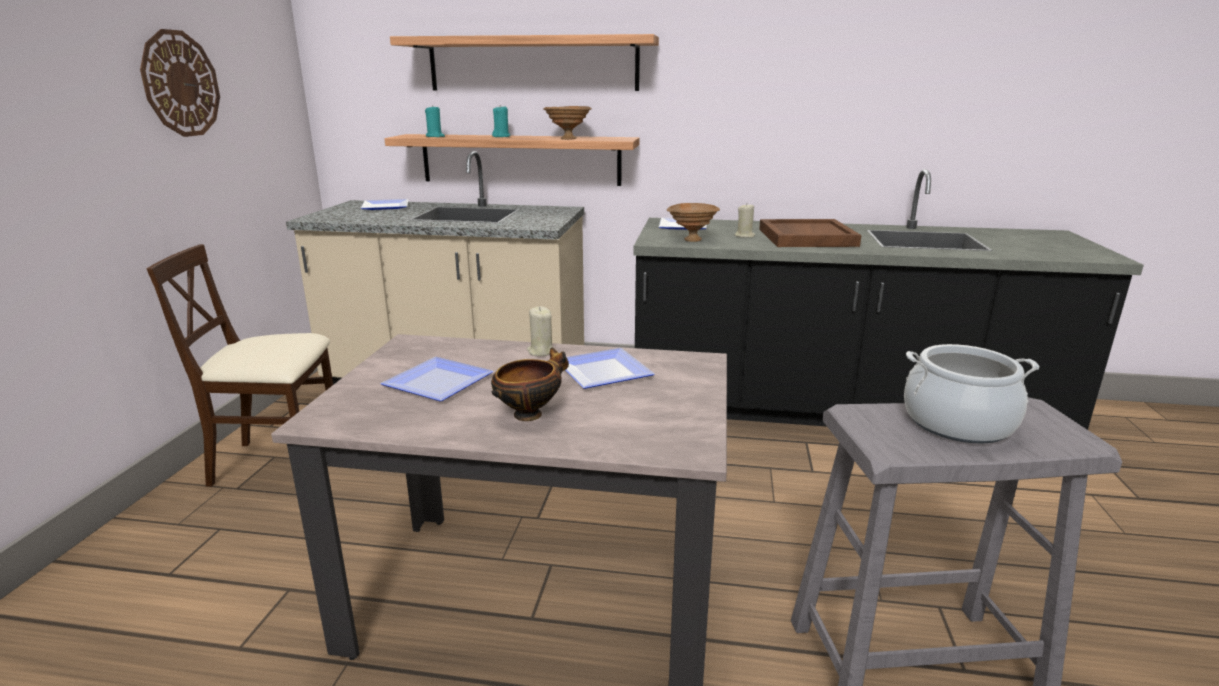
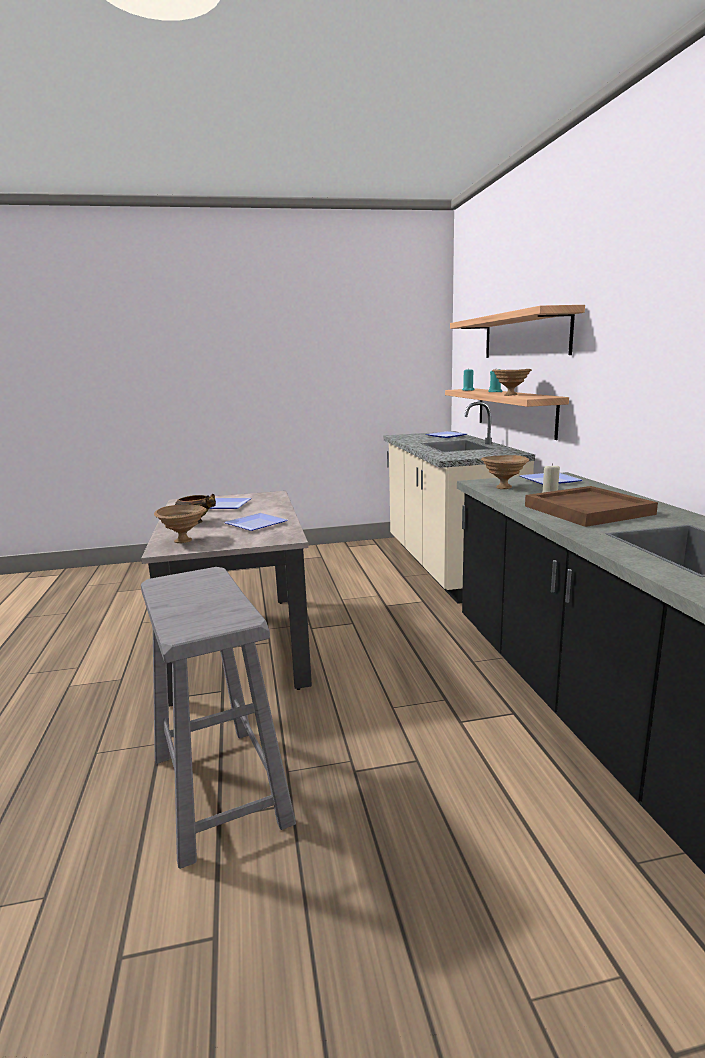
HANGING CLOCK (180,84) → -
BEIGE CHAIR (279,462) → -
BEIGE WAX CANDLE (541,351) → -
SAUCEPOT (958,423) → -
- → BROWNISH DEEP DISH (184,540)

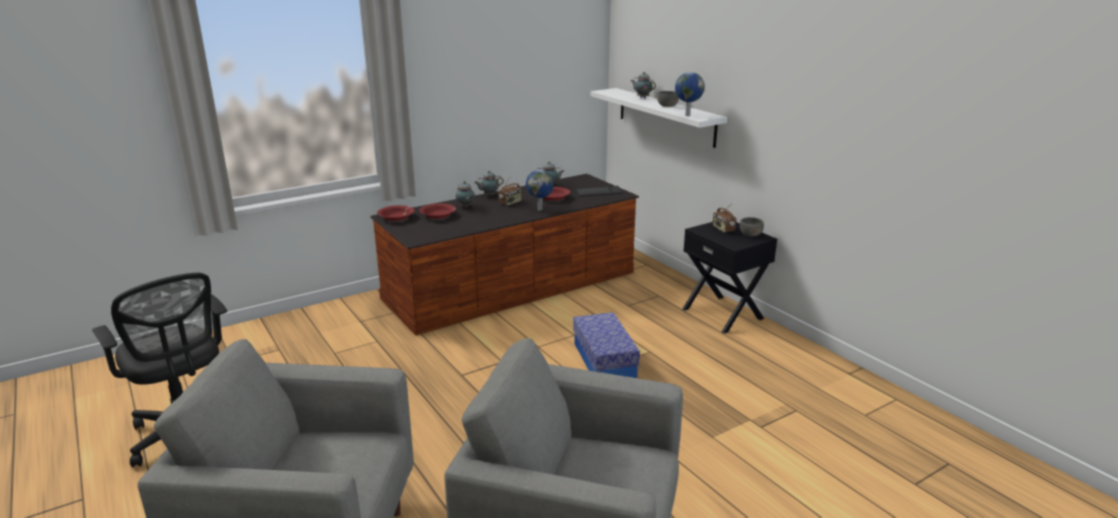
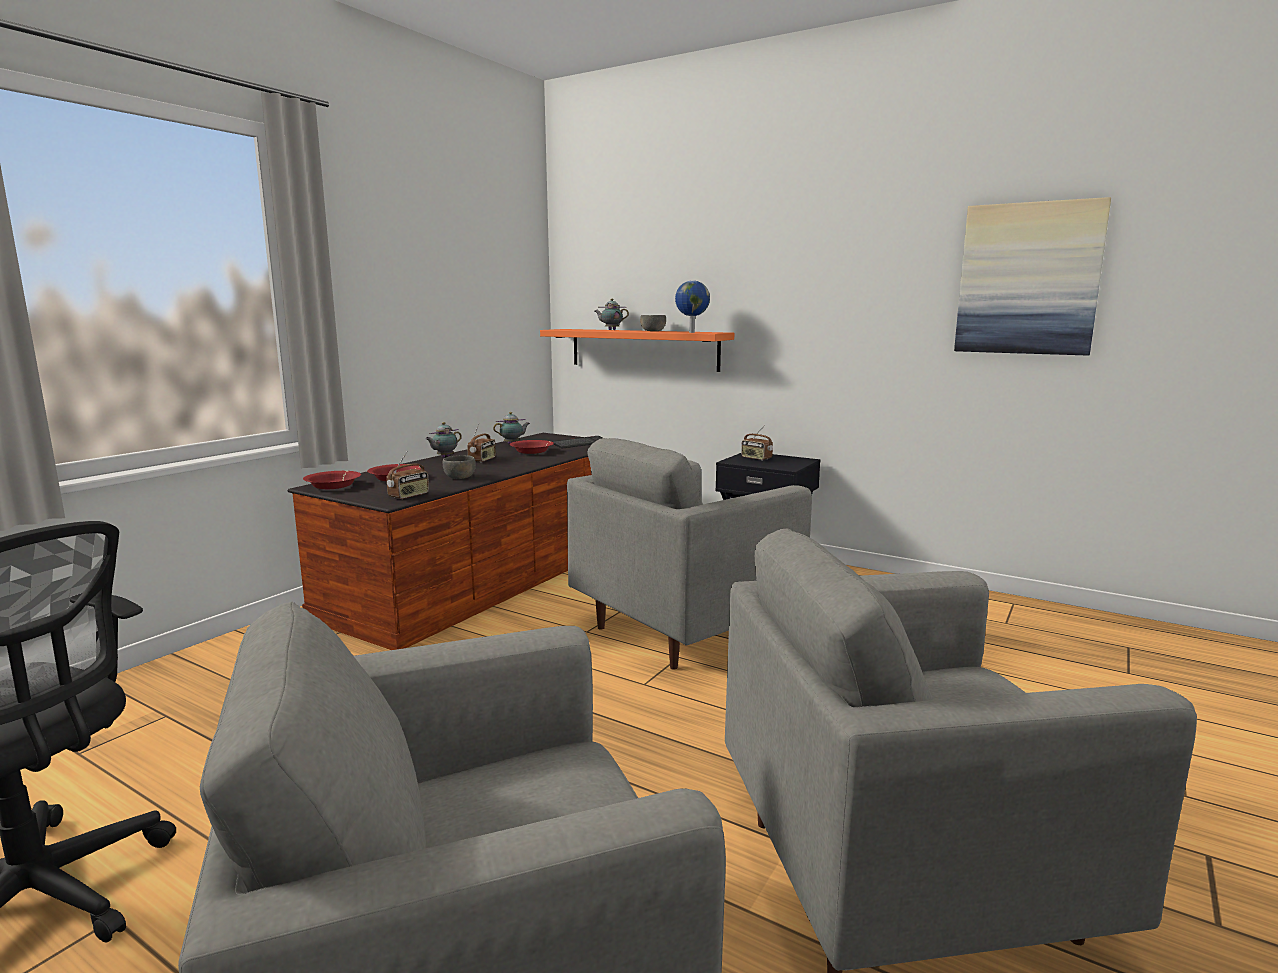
WHITISH WALL SHELF (666,116) → ORANGE-COLOURED WALL SHELF (643,349)
WORLD GLOBE (540,209) → -
TEA POT (466,207) → -
GRAY DEEP DISH (750,234) → GRAY DEEP DISH (460,477), relocated
STORAGE BIN (604,360) → GRAY ARMCHAIR (684,629)
- → WALL ART (1028,279)
- → RADIO SET (409,496)

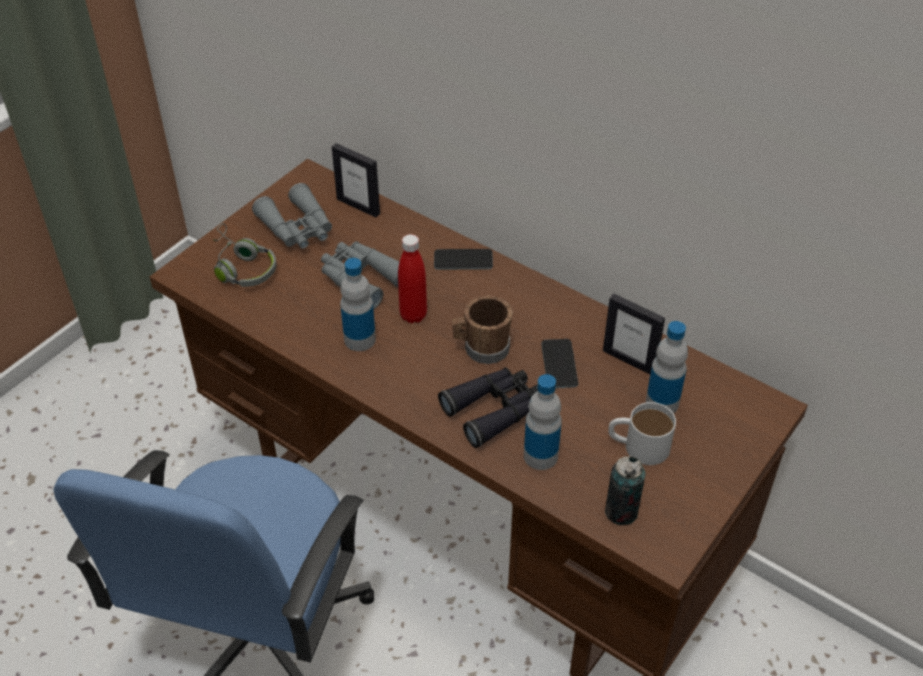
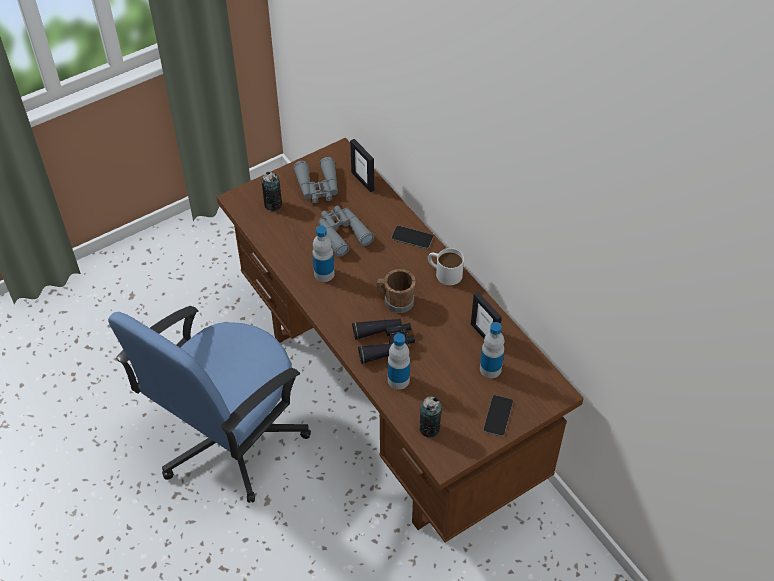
GRAY PAIR OF HEADPHONES (241,267) → CAN (273,205)
REDDISH BEVERAGE BOTTLE (413,315) → -
PHONE (559,364) → PHONE (498,416), relocated
WHITISH TEA MUG (638,446) → WHITISH TEA MUG (444,272), relocated

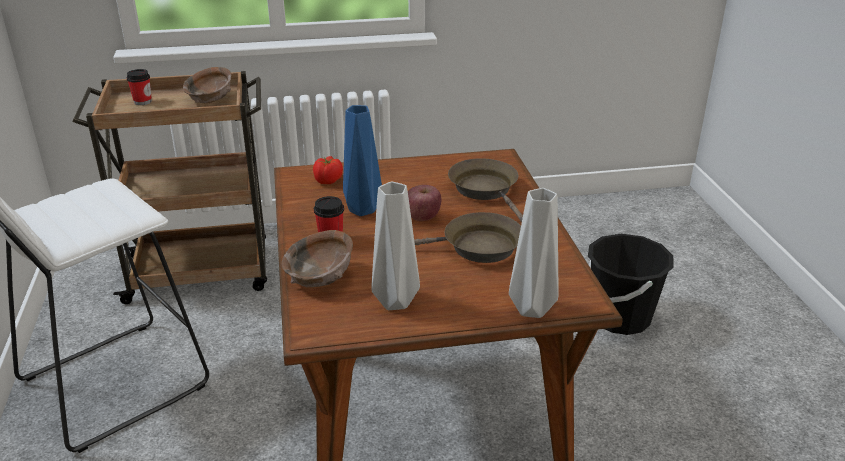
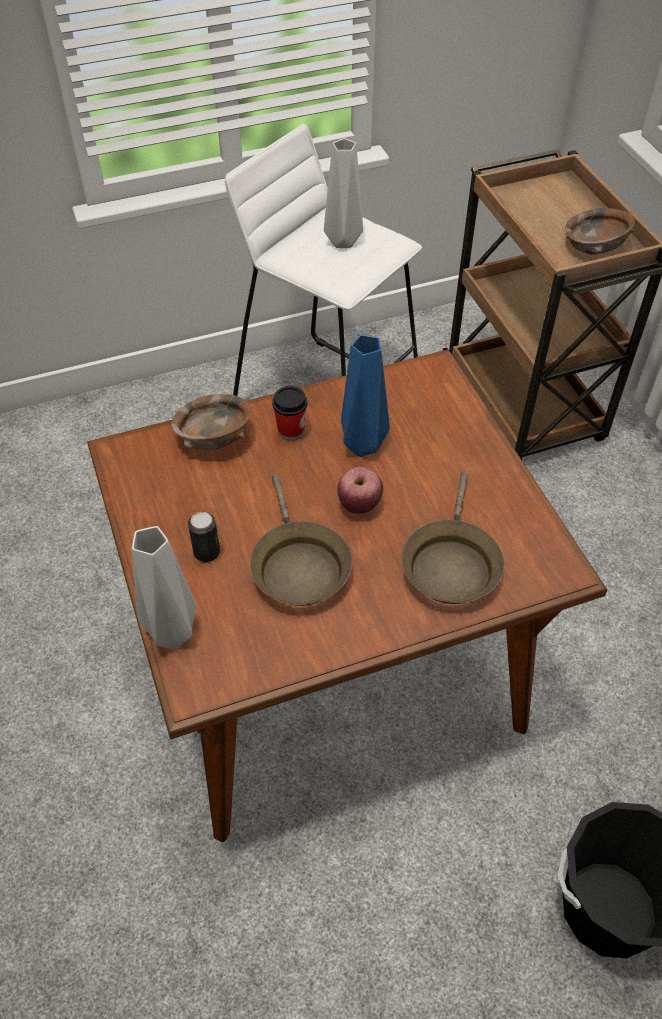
CUP (143,102) → -
WHOLE TOMATO (328,181) → -
BROWNISH FRYING PAN (486,190) → BROWNISH FRYING PAN (450,564), 135 degrees clockwise
GRAY FLOWER VASE (393,302) → GRAY FLOWER VASE (342,241), relocated
- → CAN (206,552)

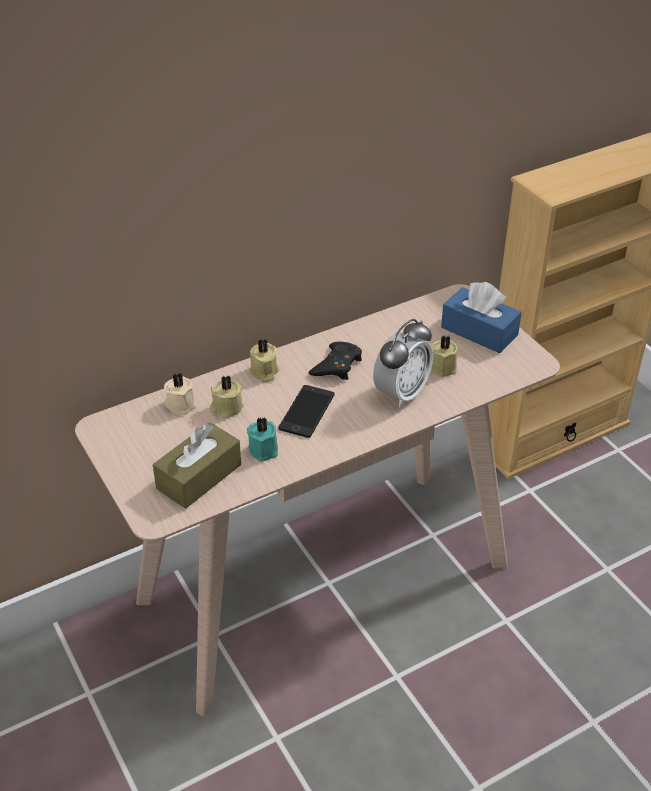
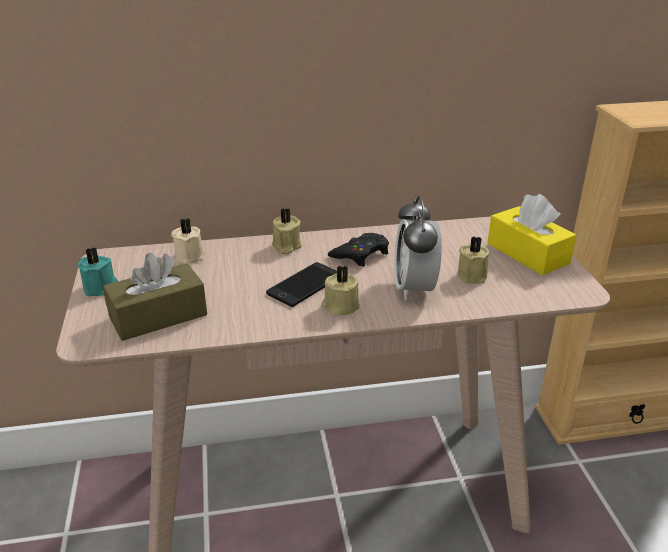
BLUE BOX OF TISSUES (479,331) → YELLOW BOX OF TISSUES (527,253)
ALARM CLOCK (401,393) → ALARM CLOCK (414,288), 120 degrees clockwise
BEIGE WAX CANDLE (226,408) → BEIGE WAX CANDLE (340,306), relocated
TURQUOISE WAX CANDLE (264,449) → TURQUOISE WAX CANDLE (101,287), relocated

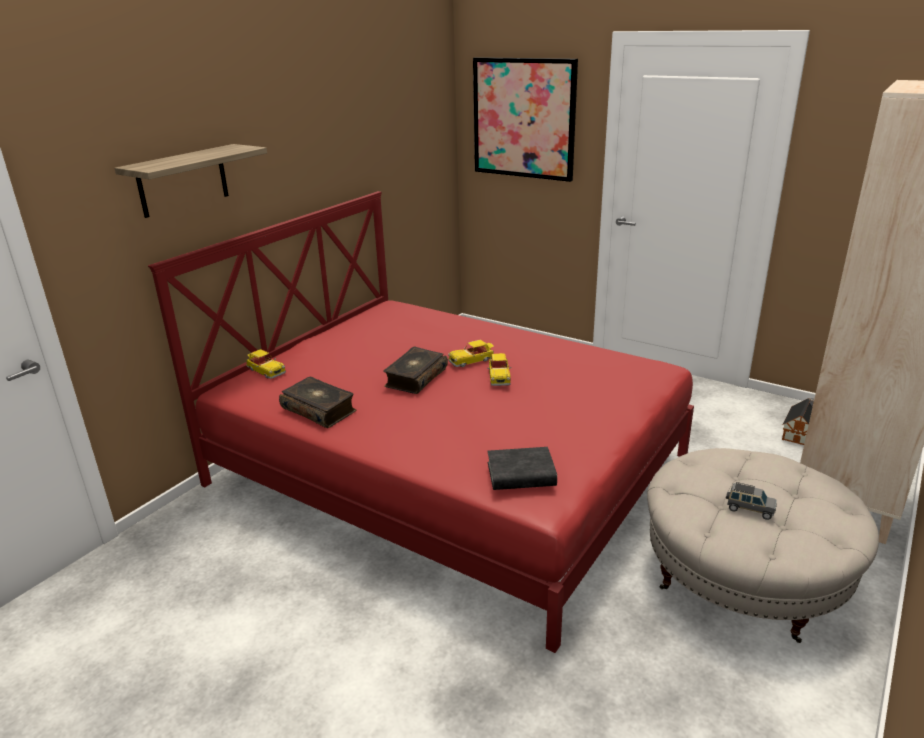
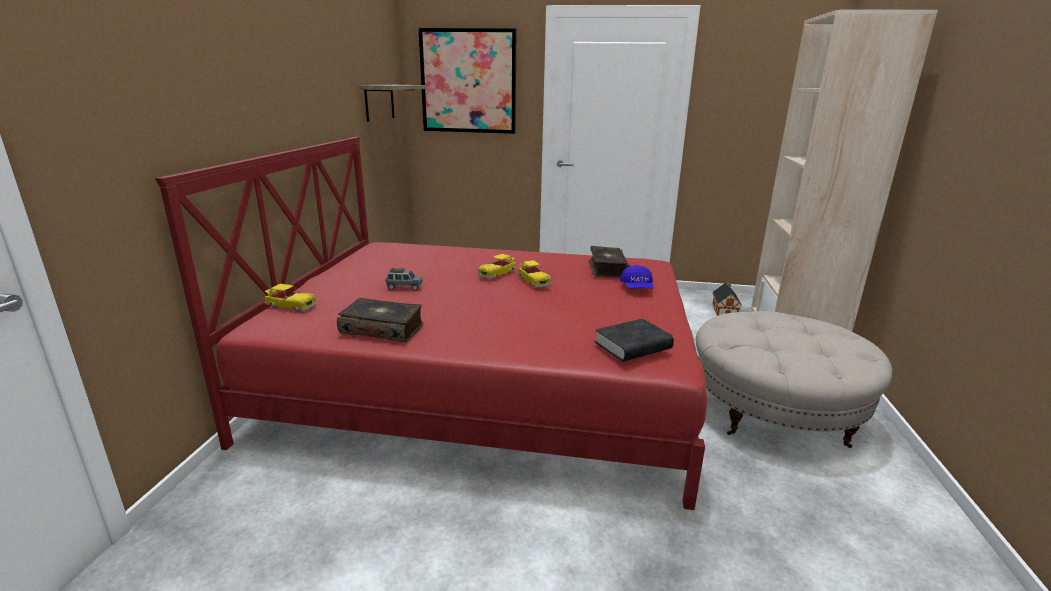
WALL SHELF (183,180) → WALL SHELF (379,102), relocated
BOUND BOOK (415,378) → BOUND BOOK (607,269), relocated
GRAY MINIATURE CAR (749,509) → GRAY MINIATURE CAR (404,287), relocated
- → BLUE PEAKED CAP (637,288)

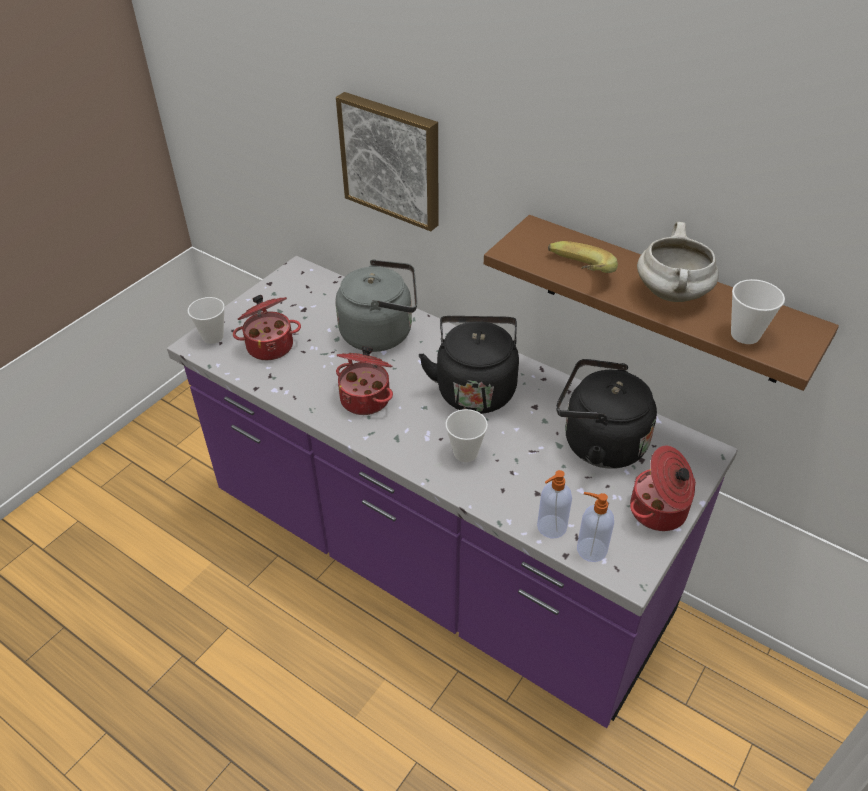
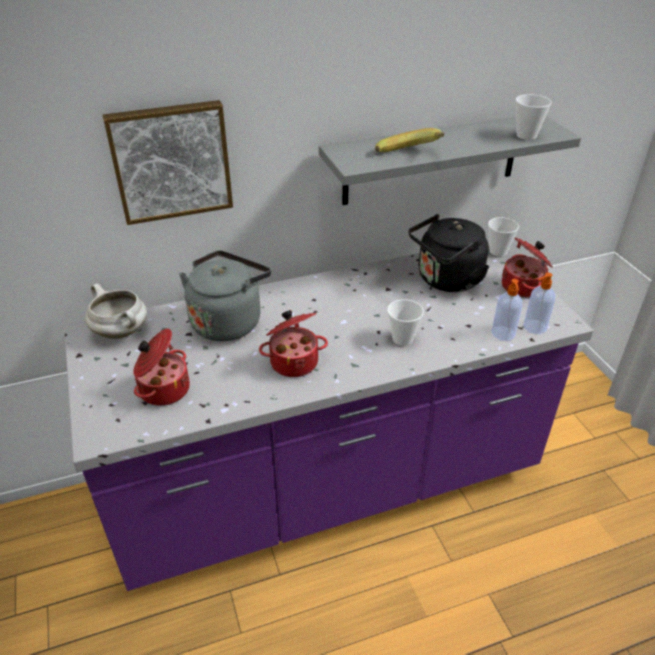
BROWNISH WALL SHELF (663,300) → GRAY WALL SHELF (431,159)
WHITISH SAUCEPOT (673,294) → WHITISH SAUCEPOT (122,332), relocated
CUP (213,337) → CUP (498,251), relocated
BLACKISH WATER KETTLE (475,388) → -

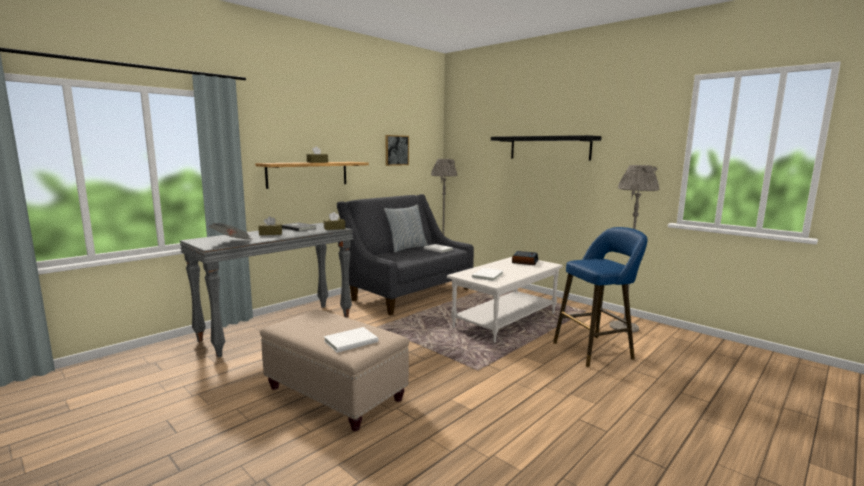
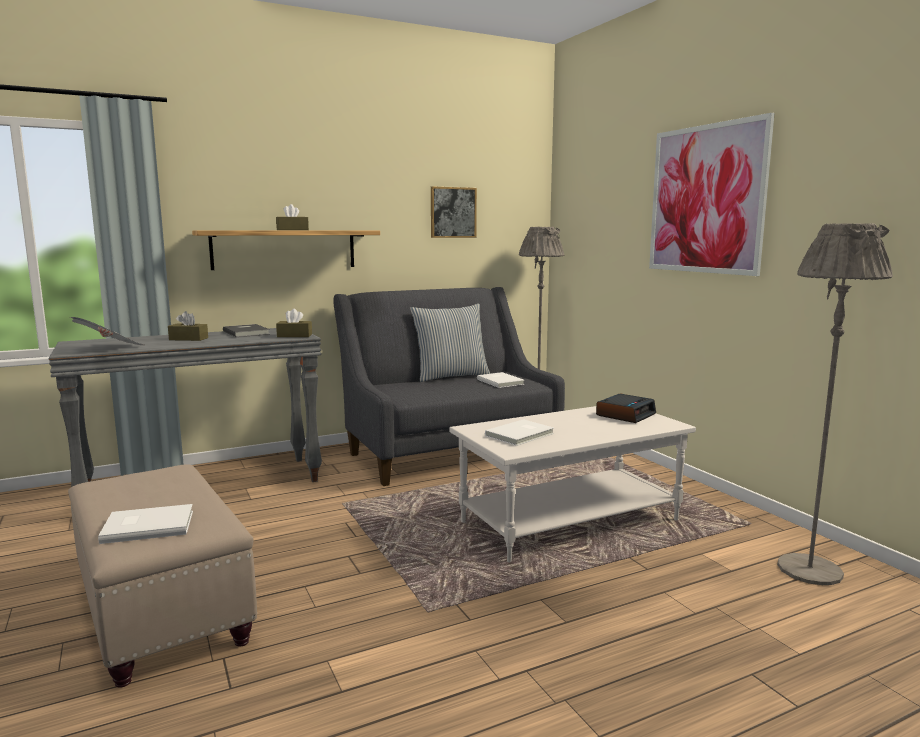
BLACKISH WALL SHELF (549,148) → WALL ART (706,199)
BLUE STOOL SEAT (596,350) → -

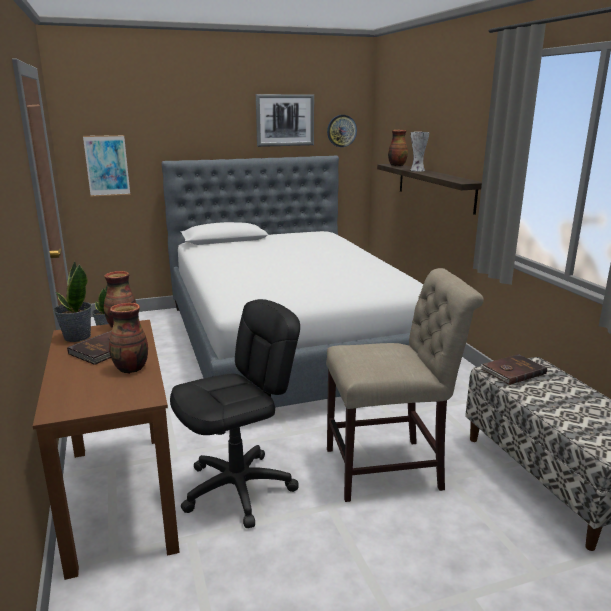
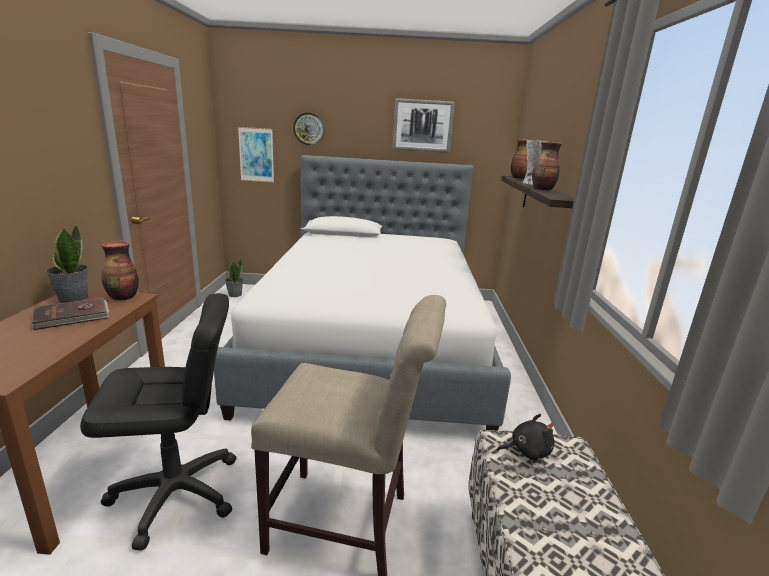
HANGING CLOCK (341,131) → HANGING CLOCK (309,129), relocated
FLOWER VASE (130,368) → FLOWER VASE (542,189), relocated
BROWNISH BOUND BOOK (512,371) → BLACKISH CUDDLY TOY (527,451)

